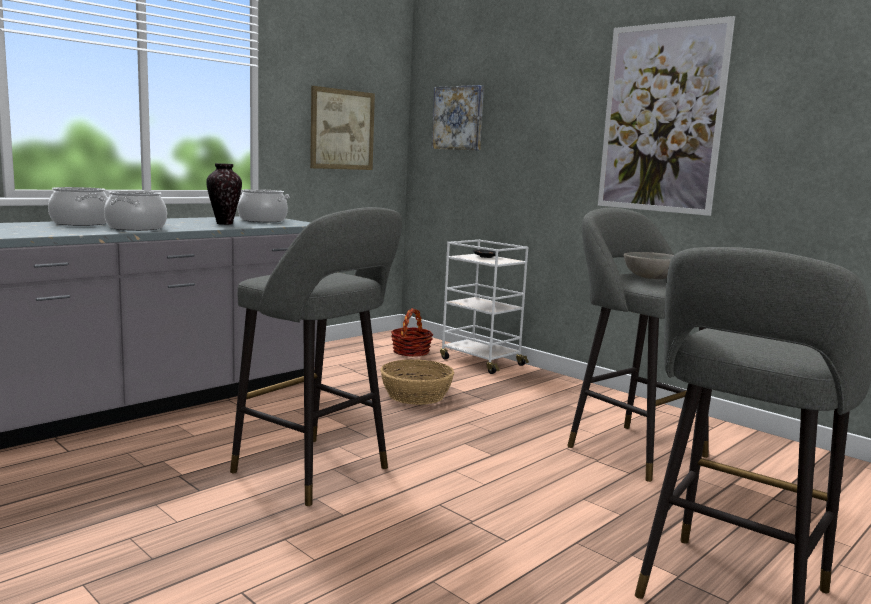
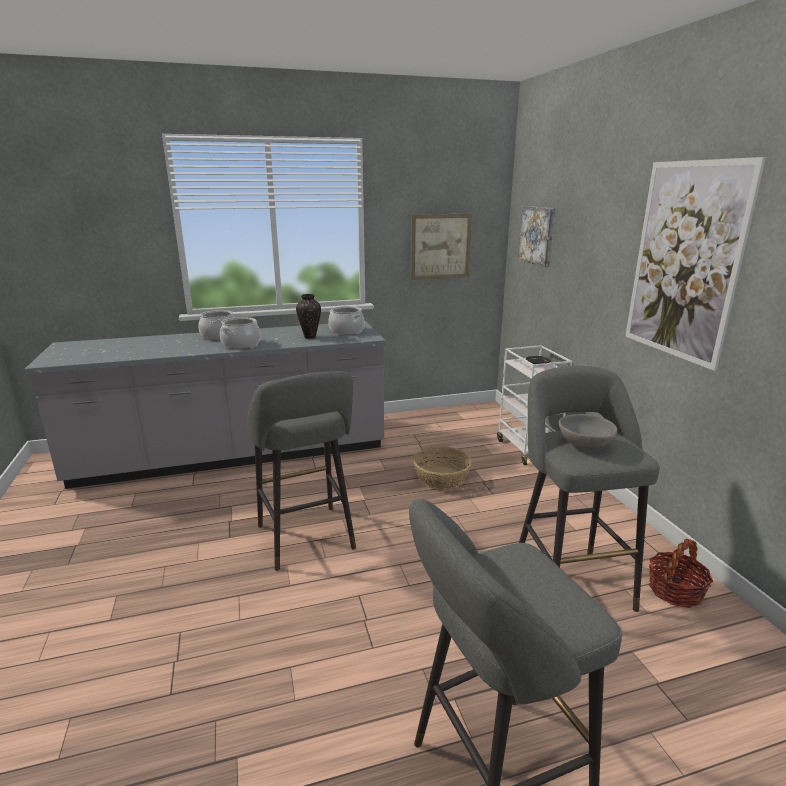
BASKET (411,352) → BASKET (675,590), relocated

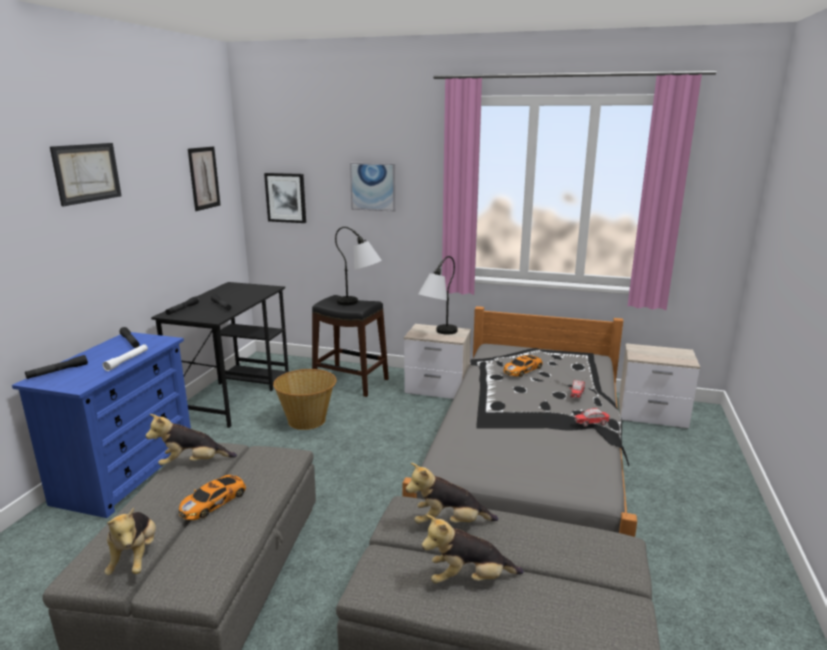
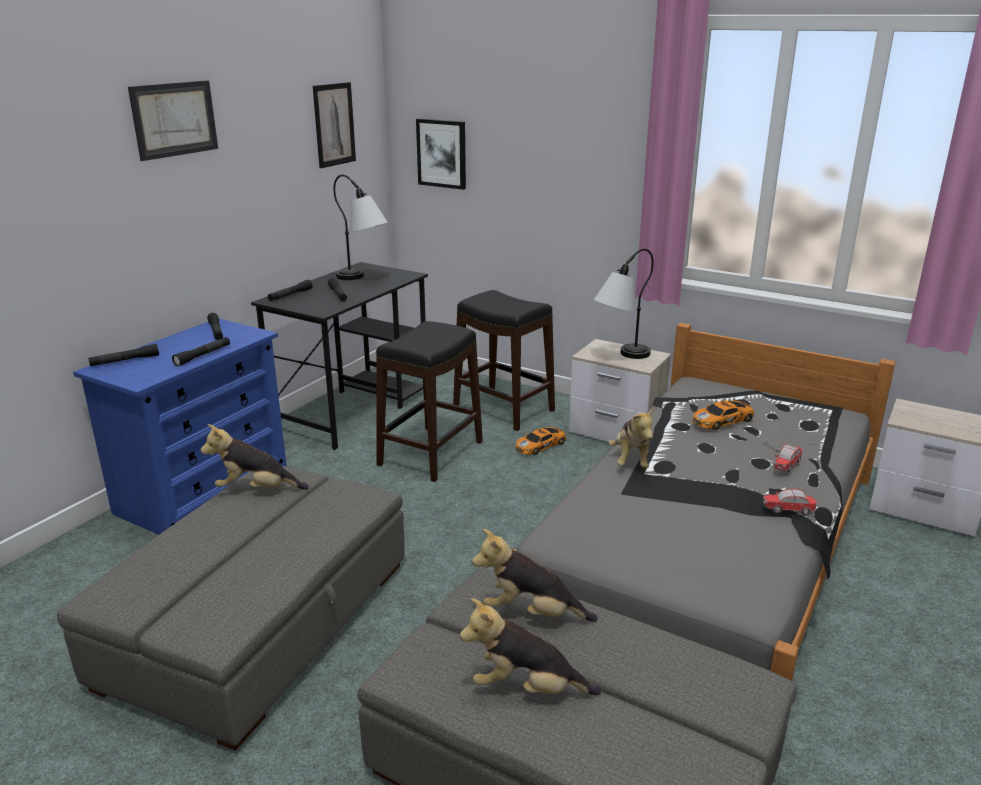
WALL ART (373,186) → -
TABLE LAMP (360,304) → TABLE LAMP (363,279), relocated
WHITISH FLASHLIGHT (127,361) → BLACKISH FLASHLIGHT (203,356)
BASKET (307,420) → BLACKISH STOOL SEAT (431,453)
MINIATURE CAR (214,501) → MINIATURE CAR (541,445), relocated
CUDDLY TOY (135,558) → CUDDLY TOY (631,460), relocated

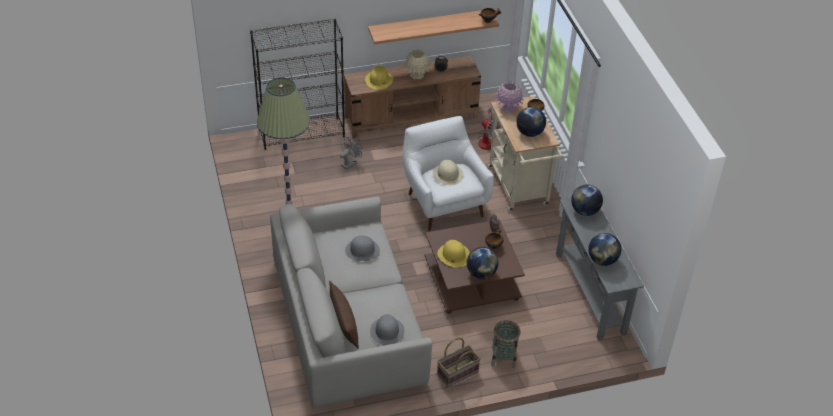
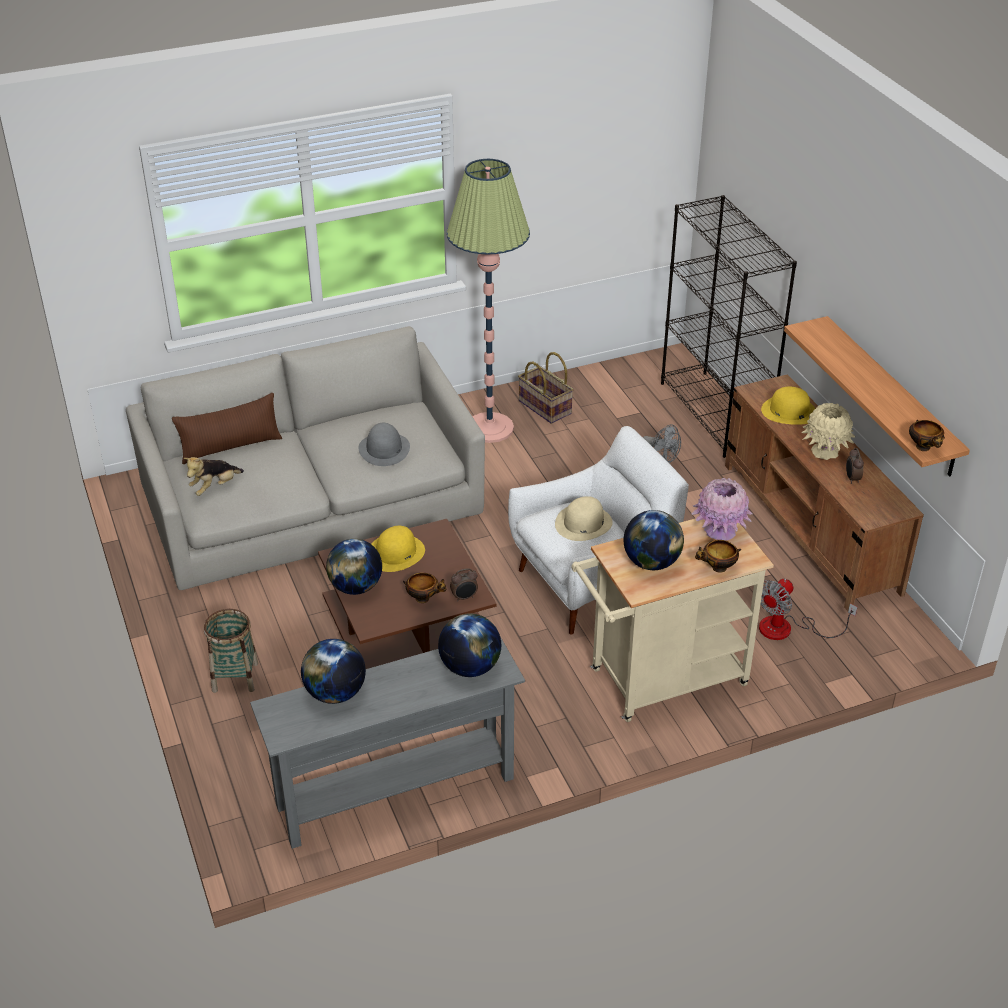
GRAY CLOTHING HAT (387,331) → CUDDLY TOY (215,487)
BASKET (458,373) → BASKET (544,407), relocated

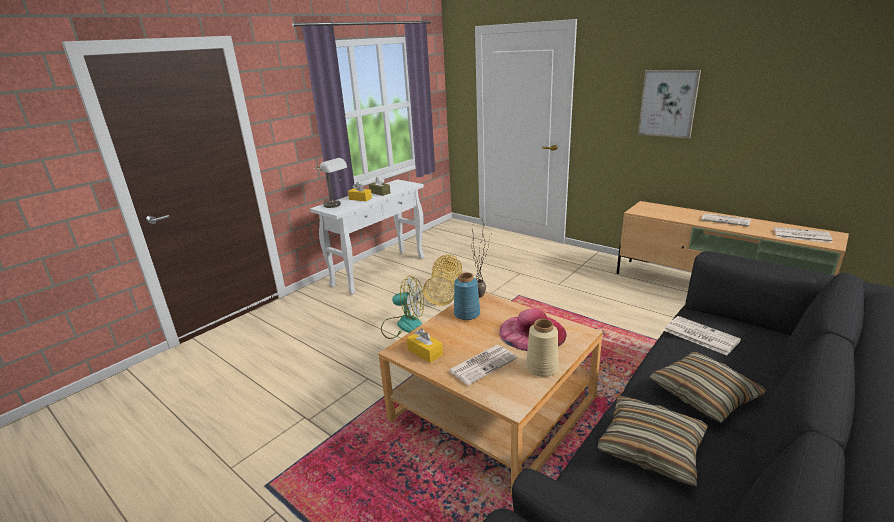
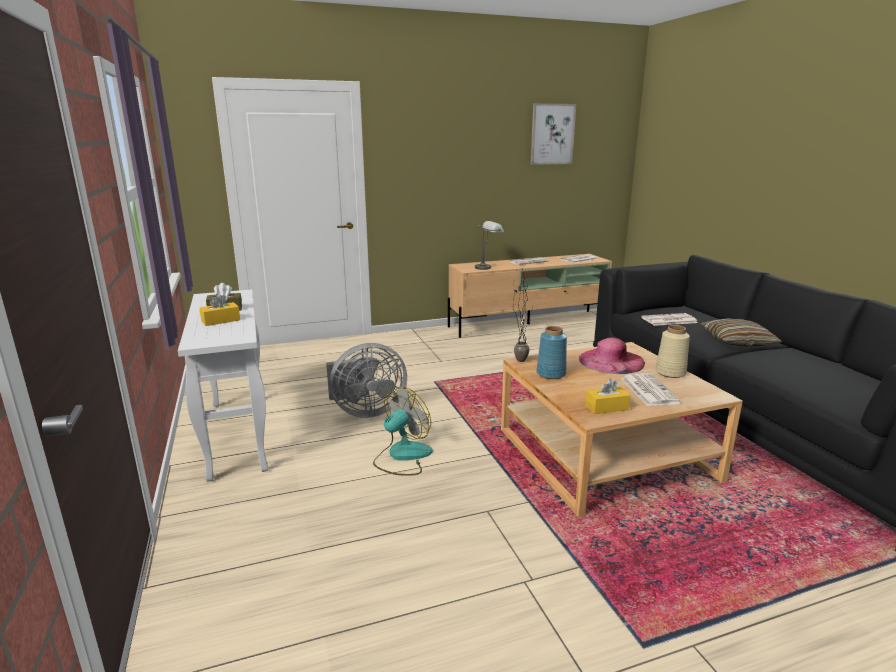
WALL ART (668,103) → WALL ART (552,134), relocated
GRAY TABLE LAMP (336,206) → GRAY TABLE LAMP (487,267), relocated
BASKET (445,291) → GRAY ELECTRIC FAN (365,411)
THROW PILLOW (651,448) → -

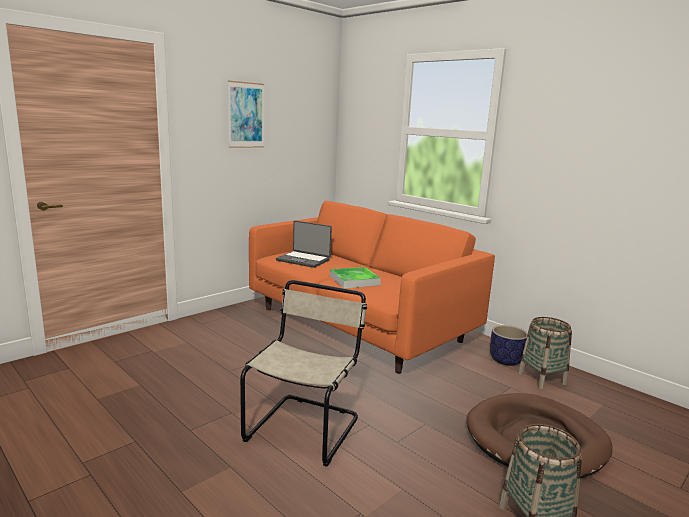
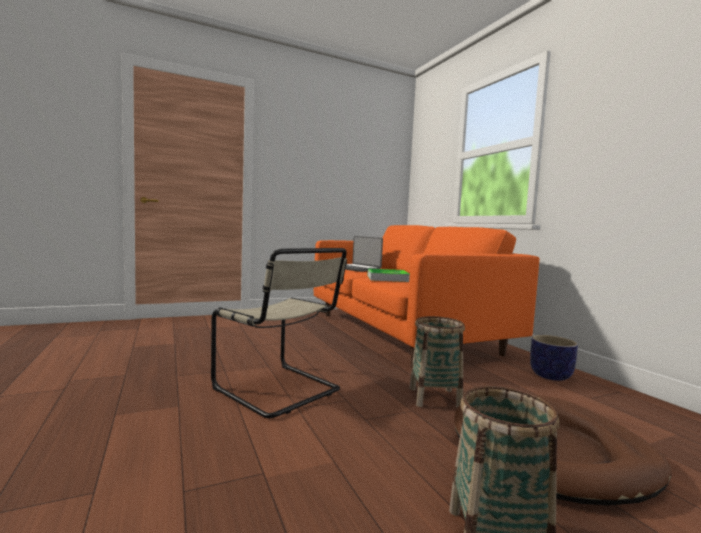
WALL ART (246,115) → -
BEIGE CHAIR (305,427) → BEIGE CHAIR (280,390), 90 degrees clockwise
BASKET (542,379) → BASKET (434,398), relocated

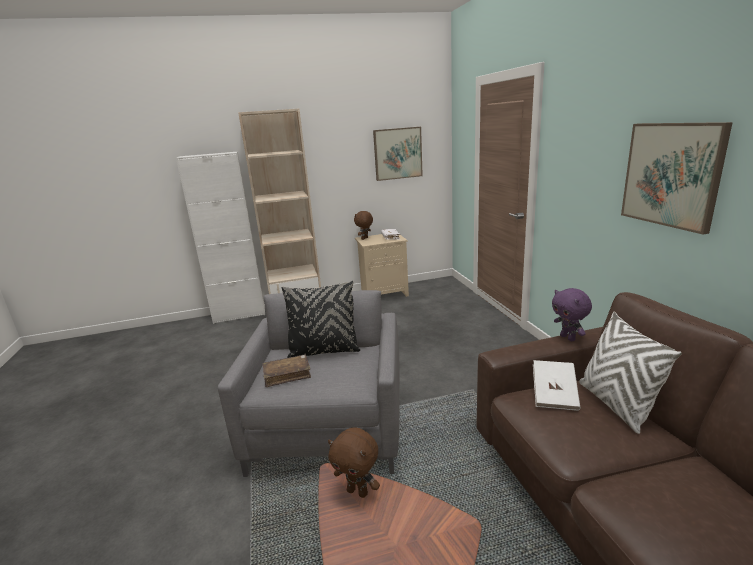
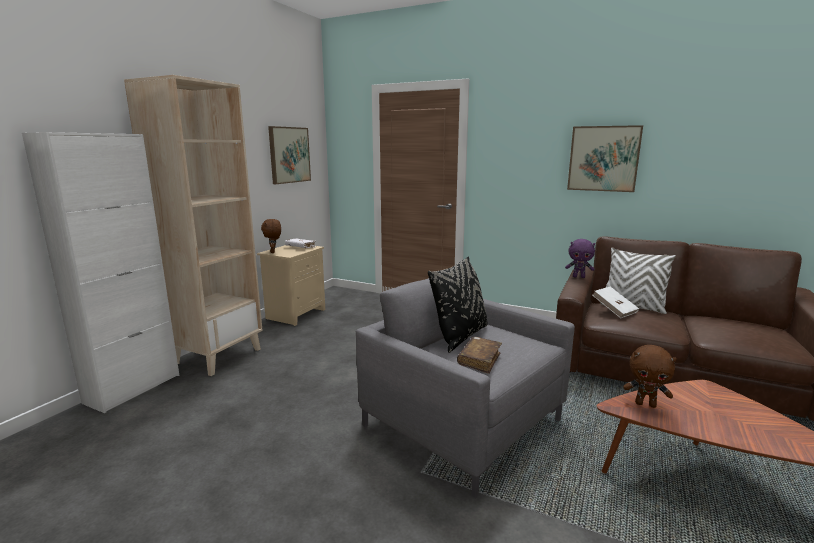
BROWNISH CUDDLY TOY (358,491) → BROWNISH CUDDLY TOY (645,404), 45 degrees clockwise

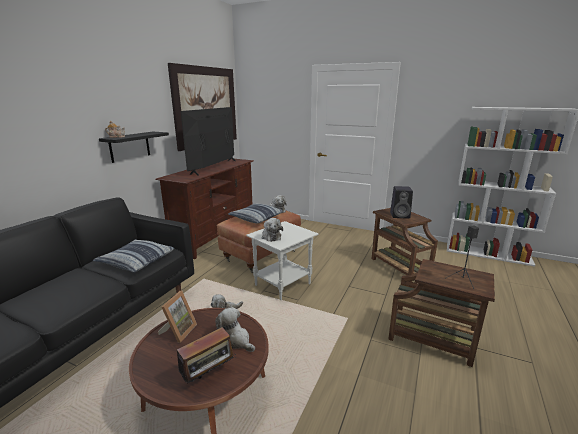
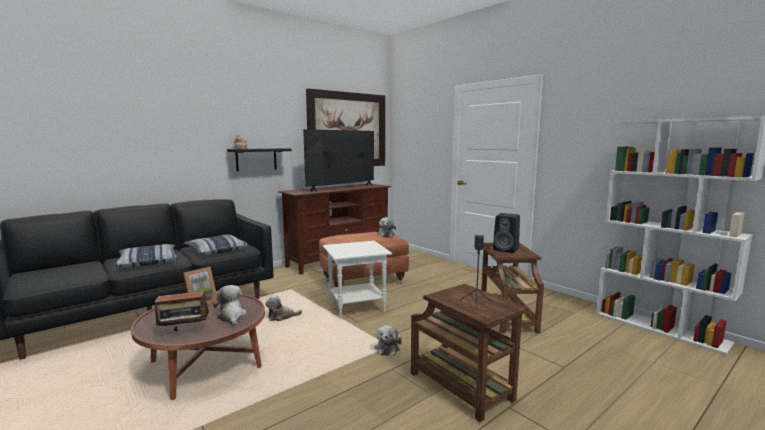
THROW PILLOW (256,218) → THROW PILLOW (148,262), relocated
CUDDLY TOY (271,236) → CUDDLY TOY (387,348), relocated

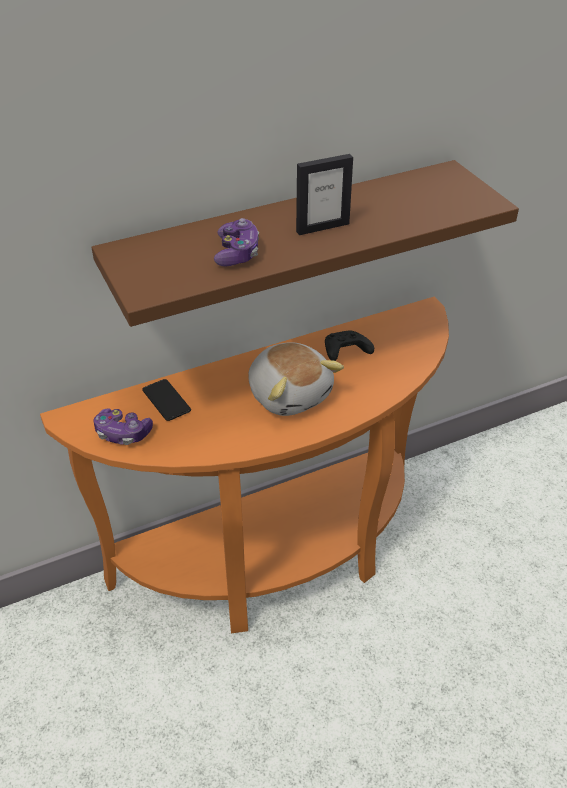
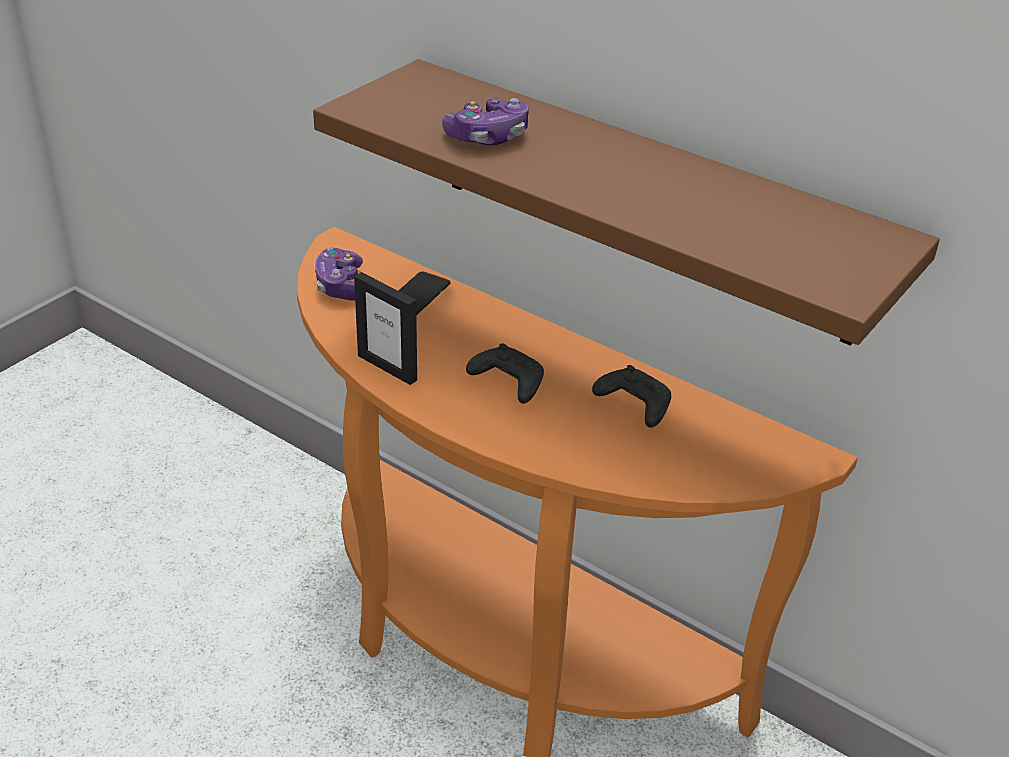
STANDING FRAME (322,227) → STANDING FRAME (387,367), relocated
CUDDLY TOY (290,394) → BLACKISH JOYPAD (507,382)

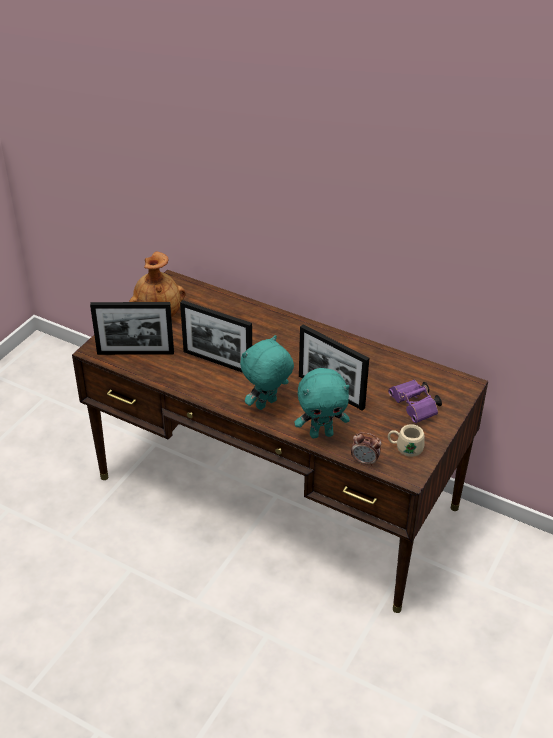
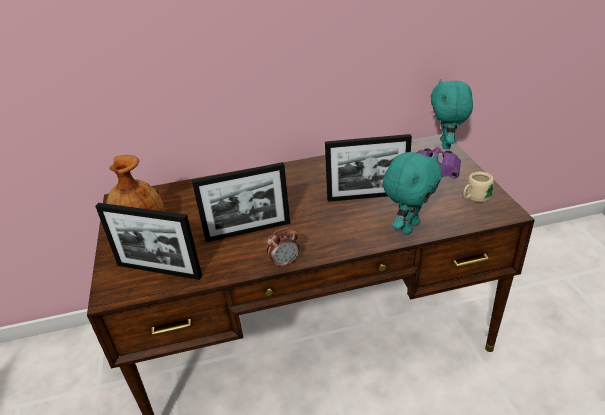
STANDING FRAME (135,353) → STANDING FRAME (159,270), 60 degrees clockwise
TURQUOISE CUDDLY TOY (267,405) → TURQUOISE CUDDLY TOY (447,145), relocated
ALARM CLOCK (365,461) → ALARM CLOCK (284,262), relocated

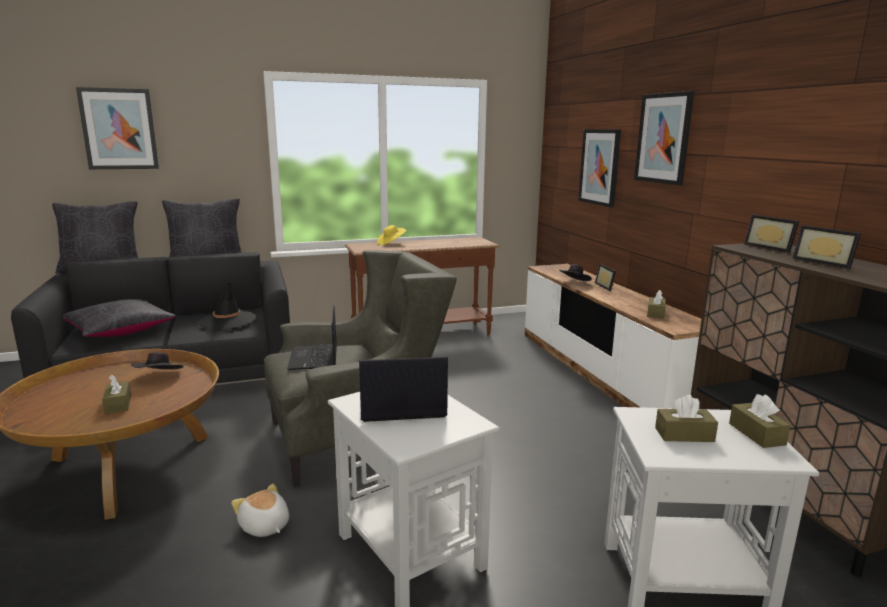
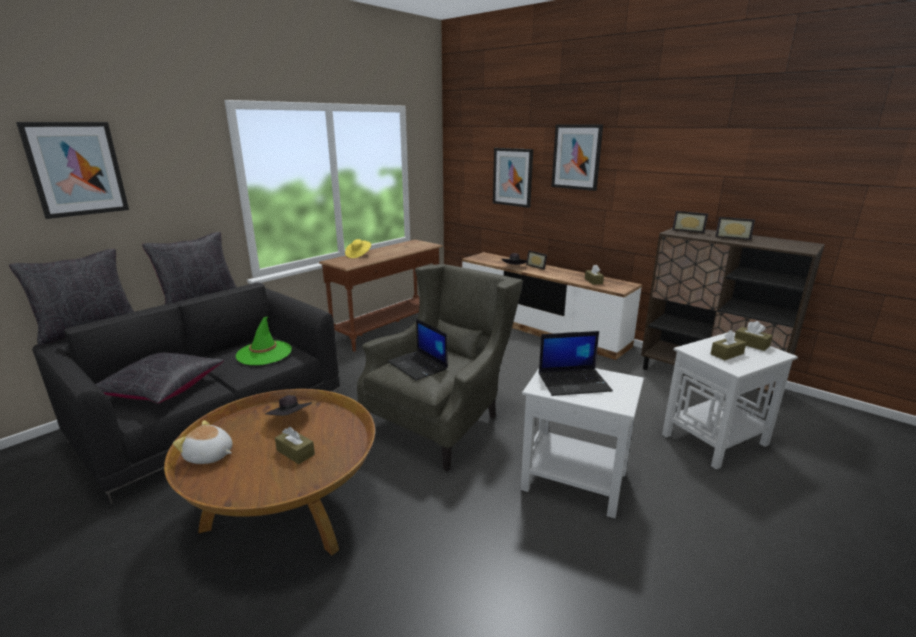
BLACKISH CLOTHING HAT (227,320) → GREENISH CLOTHING HAT (264,353)
NOTEBOOK COMPUTER (401,407) → NOTEBOOK COMPUTER (574,382), 150 degrees counterclockwise
CUDDLY TOY (264,526) → CUDDLY TOY (209,456), relocated

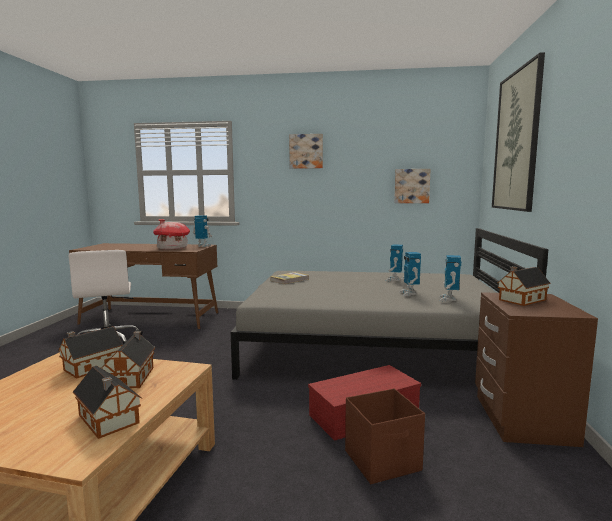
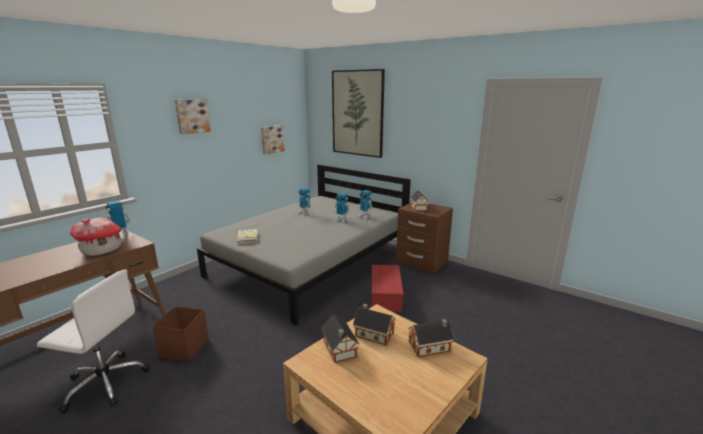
BROWNISH STORAGE BIN (383,461) → BROWNISH STORAGE BIN (185,348), relocated

